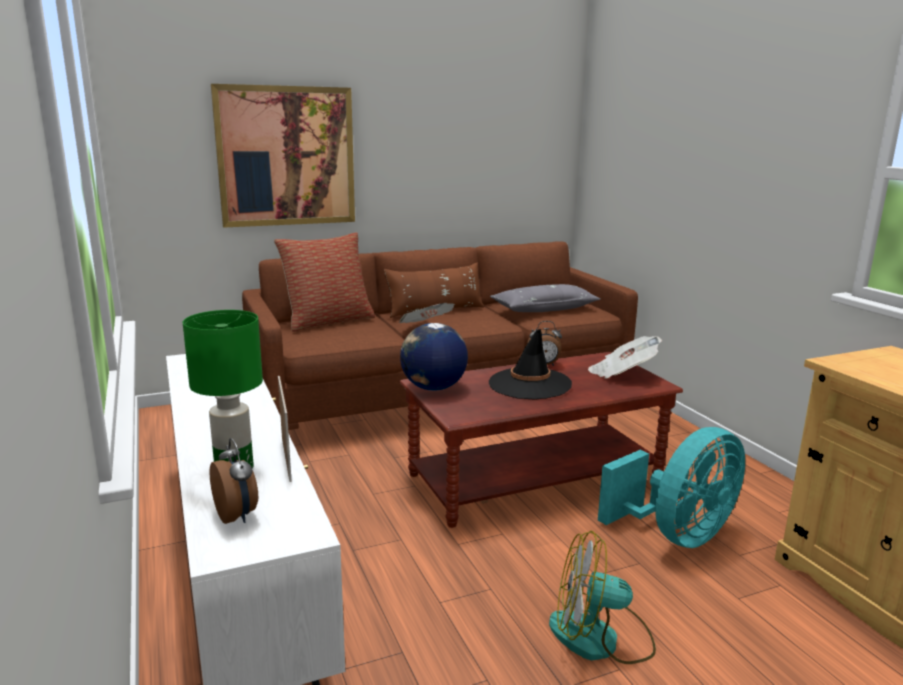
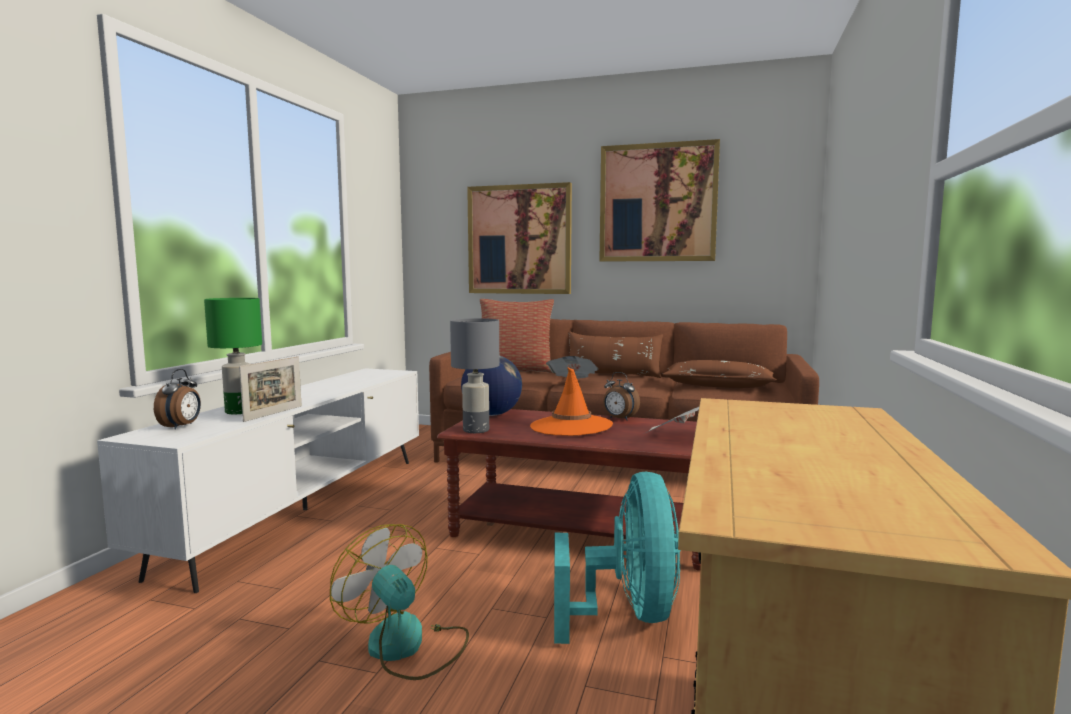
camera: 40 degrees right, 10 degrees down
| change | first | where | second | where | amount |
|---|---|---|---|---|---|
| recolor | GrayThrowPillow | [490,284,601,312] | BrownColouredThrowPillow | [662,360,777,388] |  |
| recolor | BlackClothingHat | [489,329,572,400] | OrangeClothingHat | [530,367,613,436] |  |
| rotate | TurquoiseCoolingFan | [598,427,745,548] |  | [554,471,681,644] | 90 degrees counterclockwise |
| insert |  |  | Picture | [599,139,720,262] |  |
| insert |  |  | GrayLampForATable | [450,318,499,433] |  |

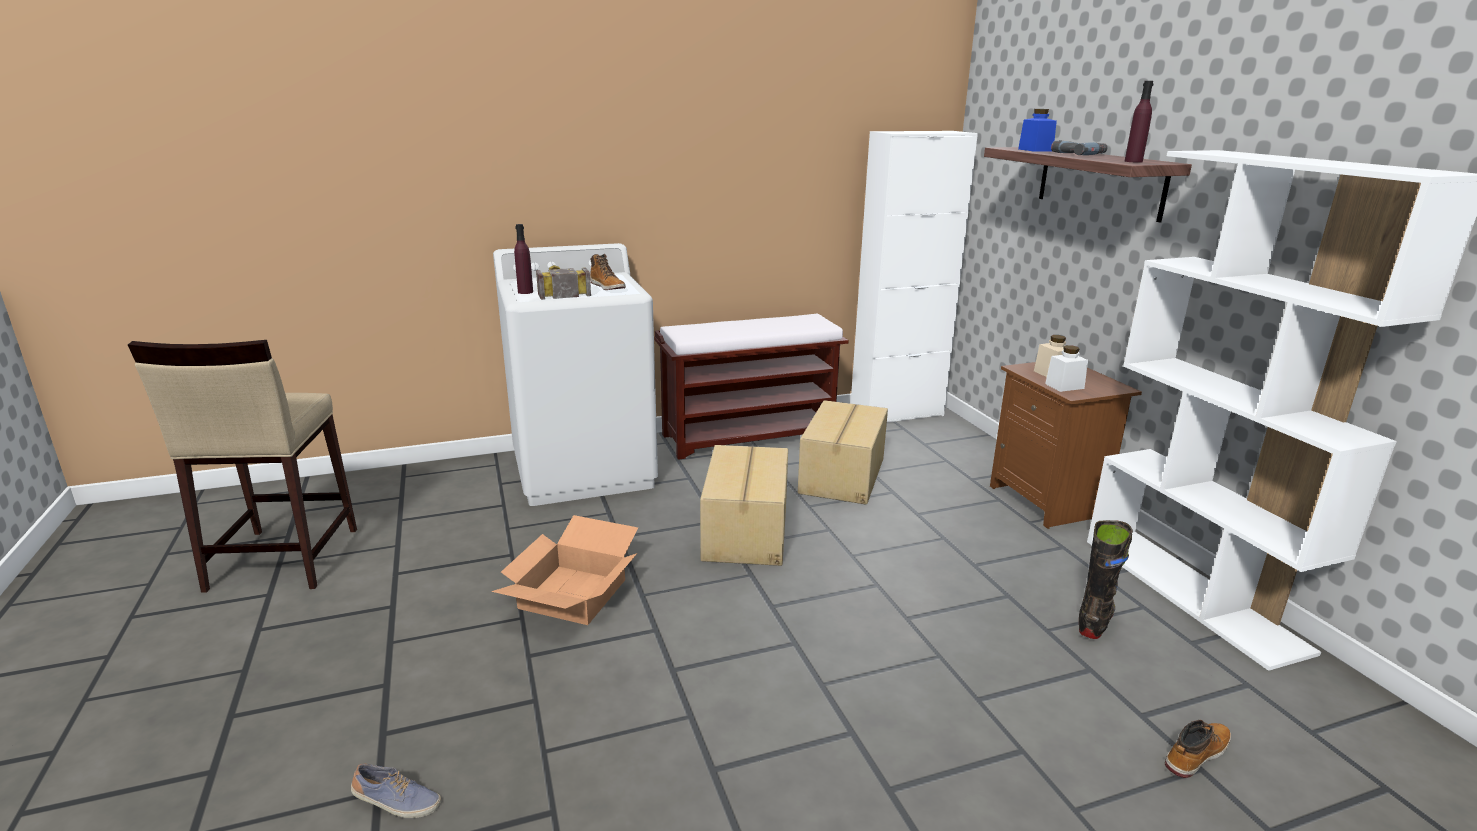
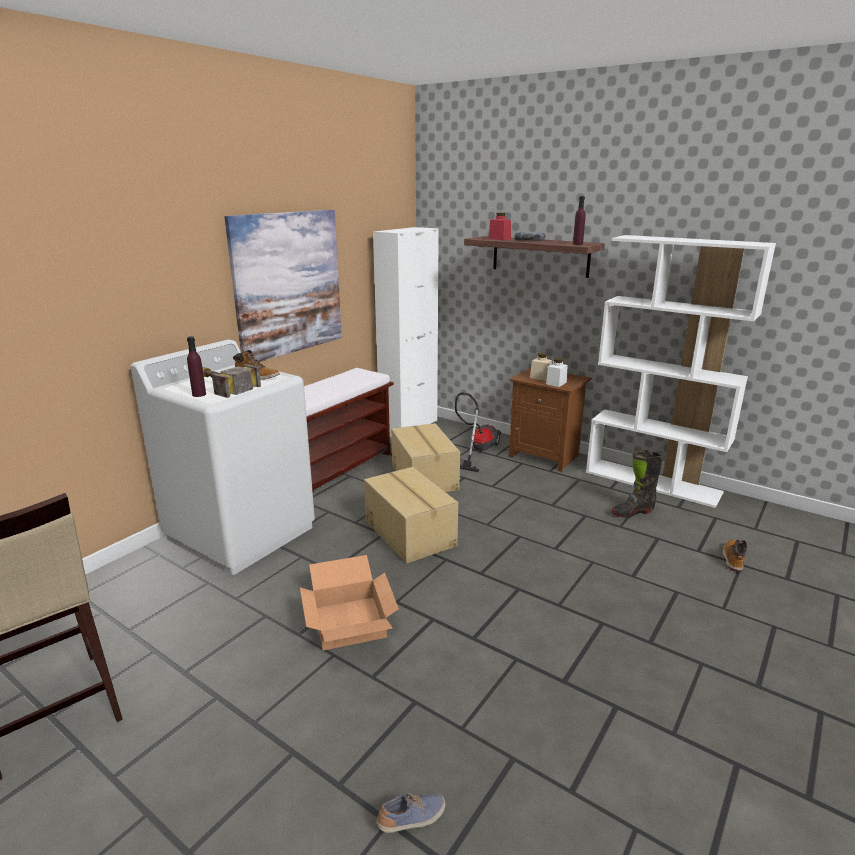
camera: 35 degrees left, 0 degrees up
| change | first | where | second | where | amount |
|---|---|---|---|---|---|
| recolor | BluePreserveJar | [1018,109,1057,152] | RedPreserveJar | [489,213,511,240] |  |
| rotate | BlackTallBoot | [1079,520,1133,639] |  | [612,449,662,517] | 105 degrees counterclockwise |
| insert |  |  | Picture | [224,210,342,362] |  |
| insert |  |  | Hoover | [455,392,501,472] |  |

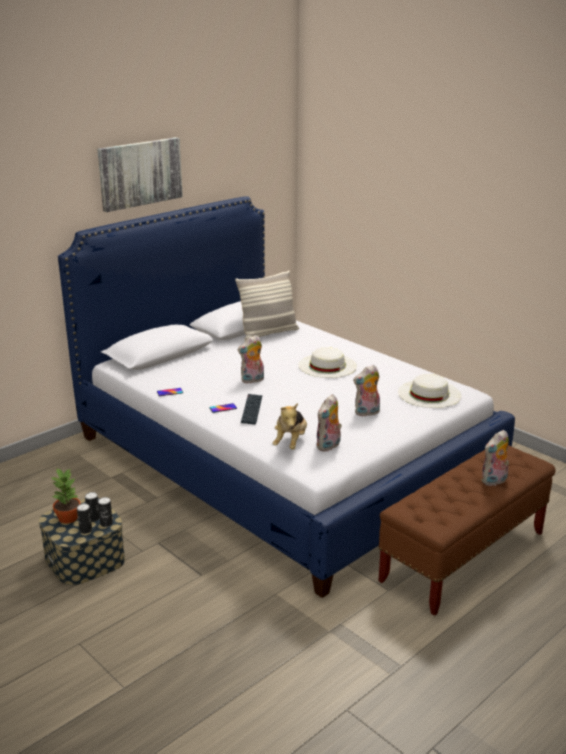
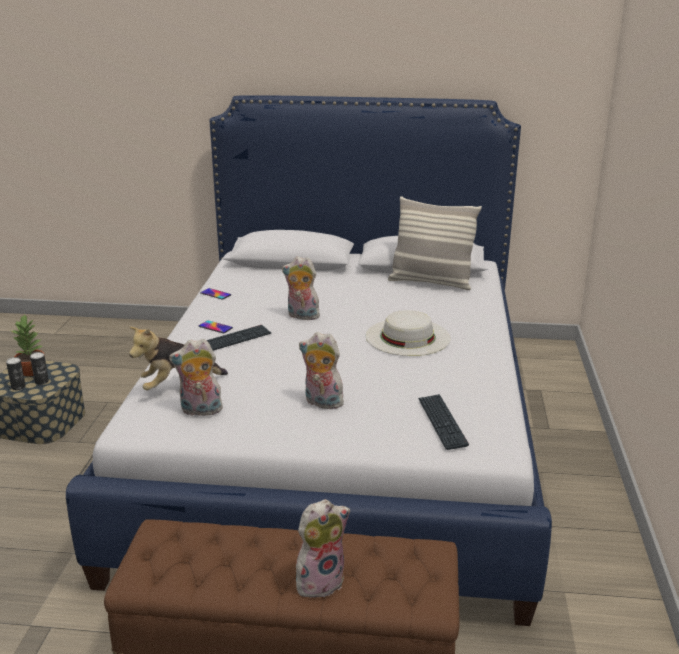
camera: 50 degrees right, 0 degrees up
| change | first | where | second | where | amount |
|---|---|---|---|---|---|
| delete | Picture | [97,137,183,212] |  |  |  |
| replace | WhitishClothingHat | [398,374,461,408] | Keyboard | [418,394,469,450] |  |
| rotate | PlushToy | [482,430,509,486] |  | [296,499,350,601] | 135 degrees clockwise |
| delete | MetalCan | [98,497,113,527] |  |  |  |

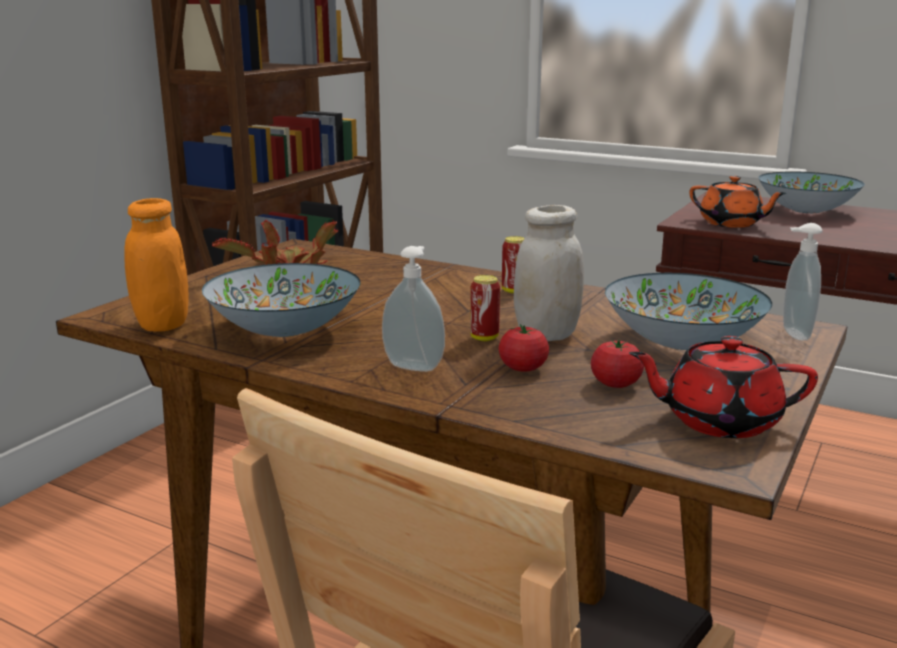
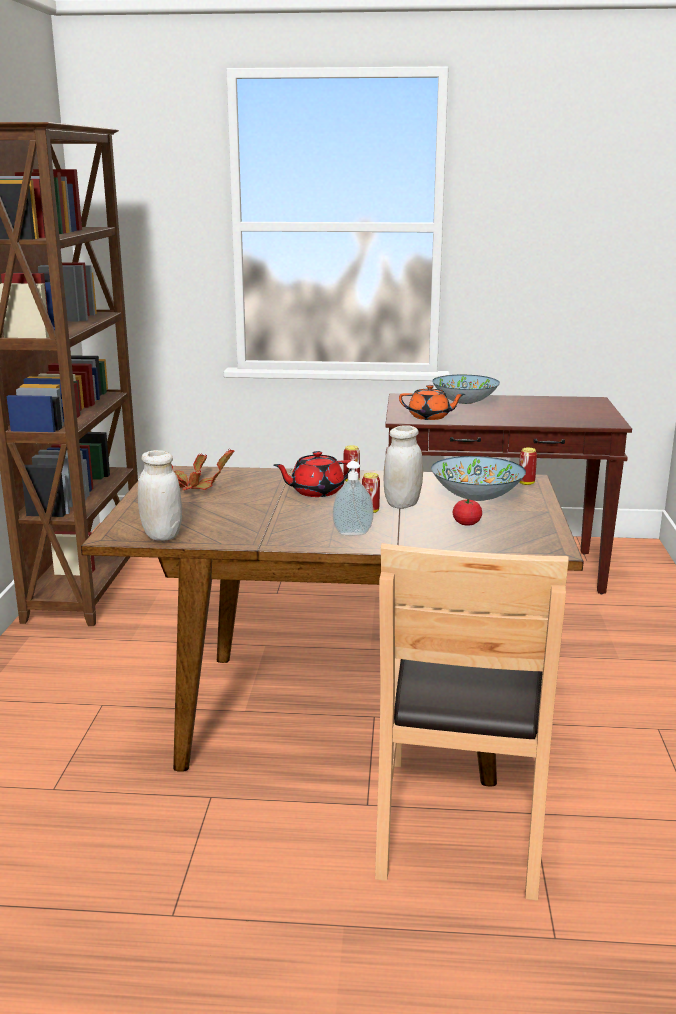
camera: 25 degrees left, 0 degrees up
| change | first | where | second | where | amount |
|---|---|---|---|---|---|
| recolor | OrangePreserveJar | [124,198,188,332] | WhitishPreserveJar | [138,450,182,541] |  |
| replace | SoapDispenser | [783,223,823,340] | MetalCan | [519,448,537,485] |  |
| delete | Bowl | [202,263,361,337] |  |  |  |
| delete | Tomato | [498,324,549,372] |  |  |  |
| move | RedTeapot | [629,336,818,438] |  | [274,451,352,497] |  |

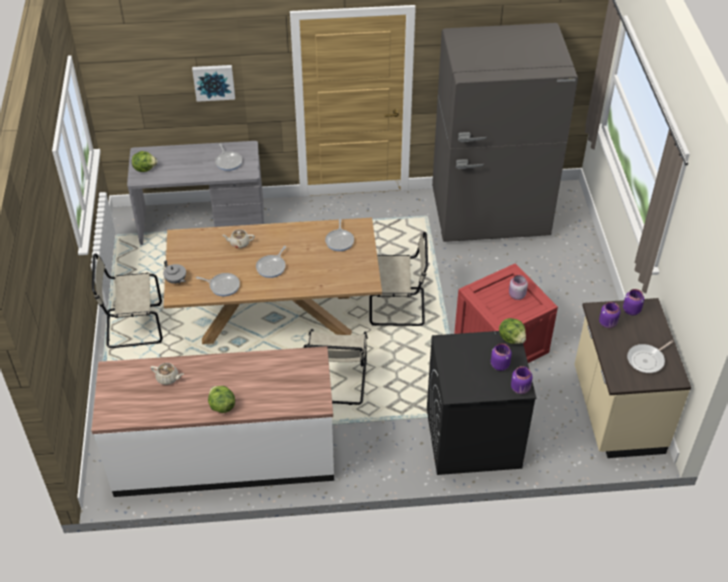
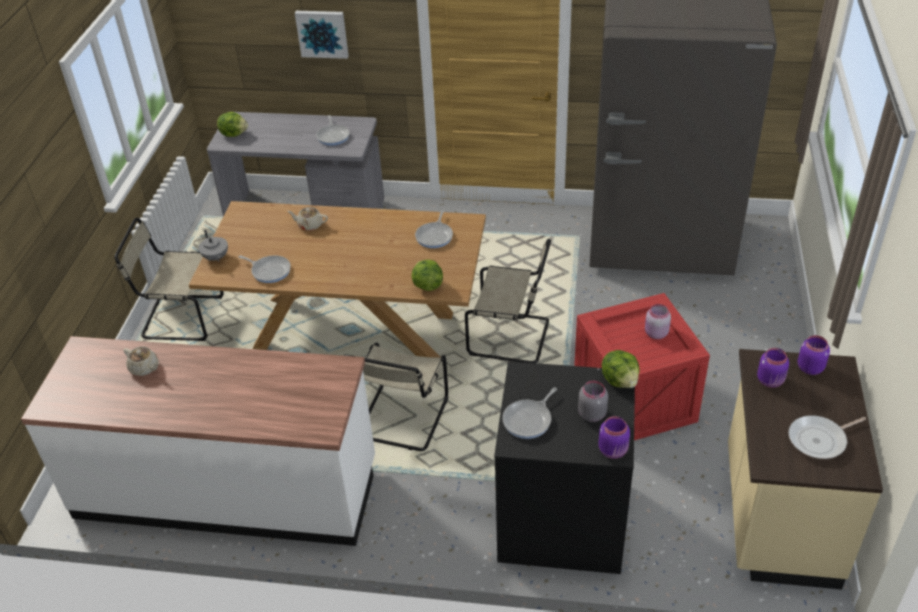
camera: 15 degrees right, 5 degrees down
| change | first | where | second | where | amount |
|---|---|---|---|---|---|
| move | Skillet | [256,246,286,278] |  | [502,387,557,439] |  |
| recolor | PurplePreserveJar | [491,343,512,371] | GrayPreserveJar | [578,381,608,422] |  |
| move | Lettuce | [208,386,235,413] |  | [412,259,443,291] |  |

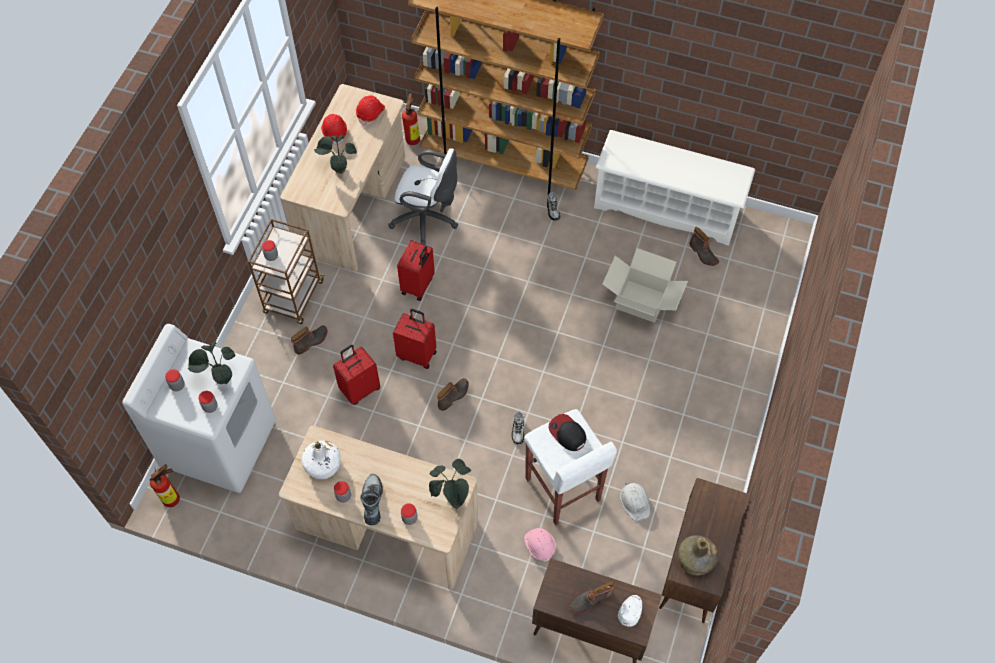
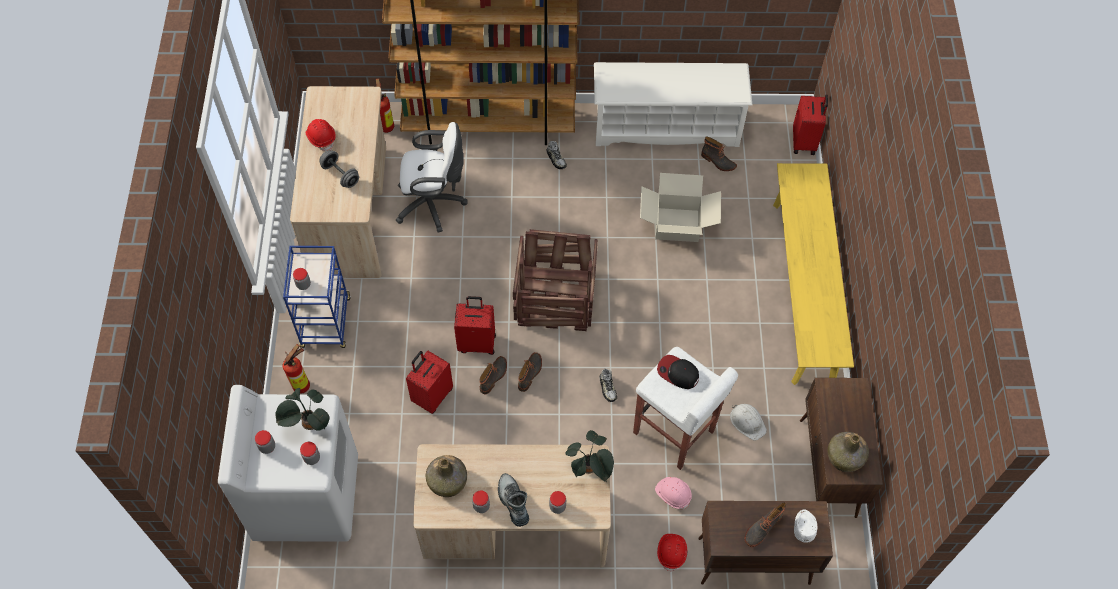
camera: 20 degrees left, 0 degrees up
| change | first | where | second | where | amount |
|---|---|---|---|---|---|
| move | RedHardHat | [356,96,385,126] |  | [657,534,687,572] |  |
| replace | PottedPlant | [314,135,357,174] | GrayDumbbell | [319,150,359,188] |  |
| recolor | BrownColouredCart | [248,219,324,324] | BlueCart | [283,246,351,348] |  |
| move | RedPieceOfLuggage | [397,240,435,301] |  | [793,94,828,155] |  |
| move | TallBoot | [291,325,328,354] |  | [480,356,507,394] |  |
| recolor | WhitishBeverageBottle | [302,441,341,479] | GreenColouredBeverageBottle | [426,455,467,497] |  |
| move | FireExtinguisher | [149,464,180,507] |  | [283,344,310,394] |  |
| insert |  |  | YellowishLongSeat | [773,163,854,385] |  |
| insert |  |  | Crate | [513,229,598,331] |  |

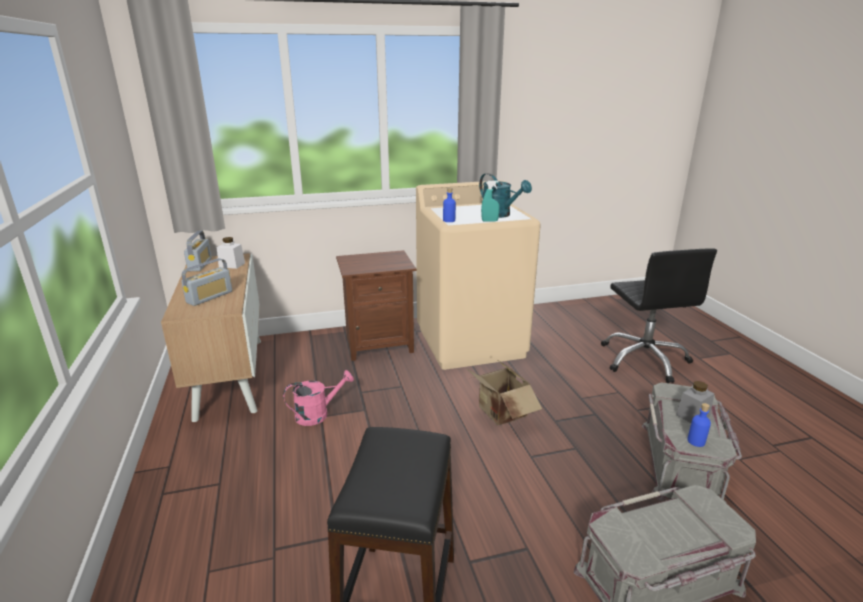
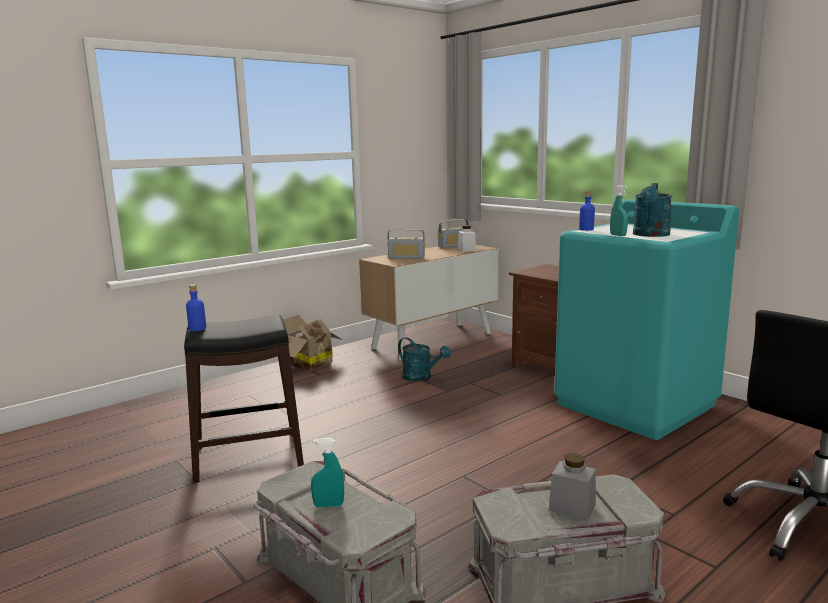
camera: 65 degrees right, 10 degrees down
| change | first | where | second | where | amount |
|---|---|---|---|---|---|
| recolor | SandColouredLaundryAppliance | [416,180,541,370] | TurquoiseLaundryAppliance | [554,199,739,440] |  |
| move | PackingBox | [467,361,542,425] |  | [283,315,343,371] |  |
| recolor | PinkWateringPot | [283,370,354,426] | TurquoiseWateringPot | [398,337,451,382] |  |
| move | BlueBeverageBottle | [687,403,711,447] |  | [186,284,206,331] |  |
| insert |  |  | TurquoiseHandSprayer | [311,438,344,507] |  |

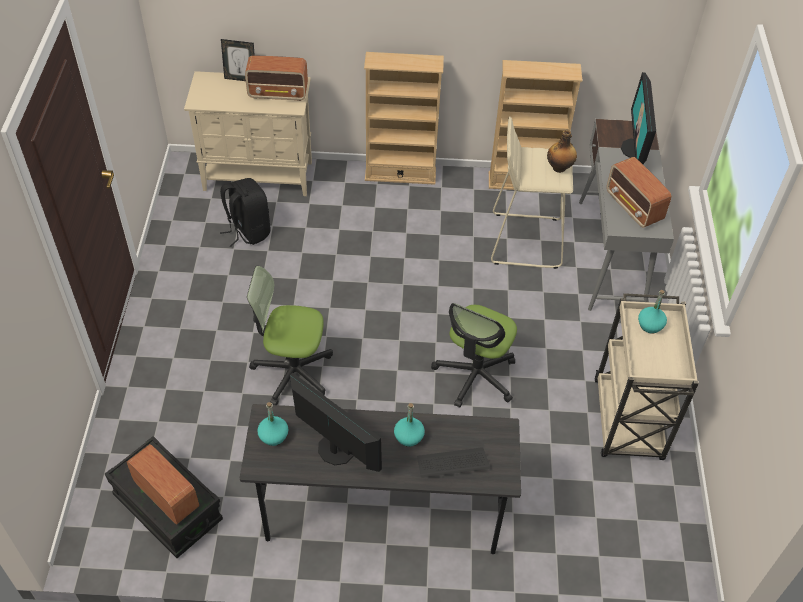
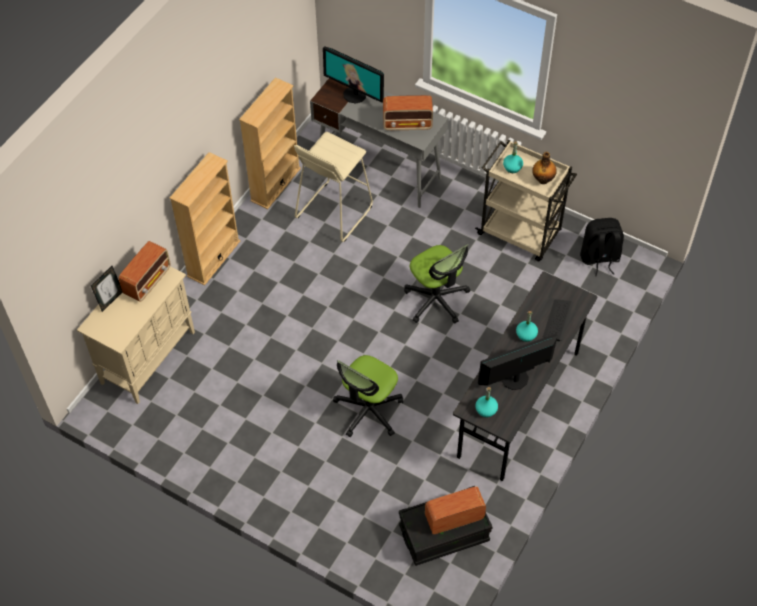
camera: 60 degrees left, 5 degrees up
| change | first | where | second | where | amount |
|---|---|---|---|---|---|
| move | BeverageBottle | [547,130,577,173] |  | [532,152,557,184] |  |
| move | BlackRucksack | [220,178,270,247] |  | [580,218,624,276] |  |

